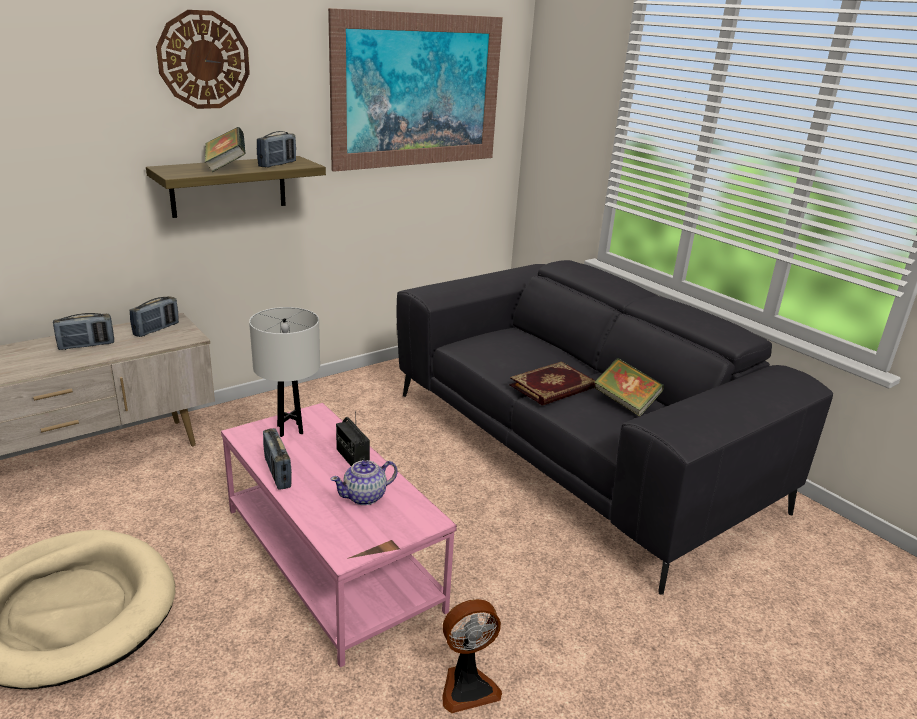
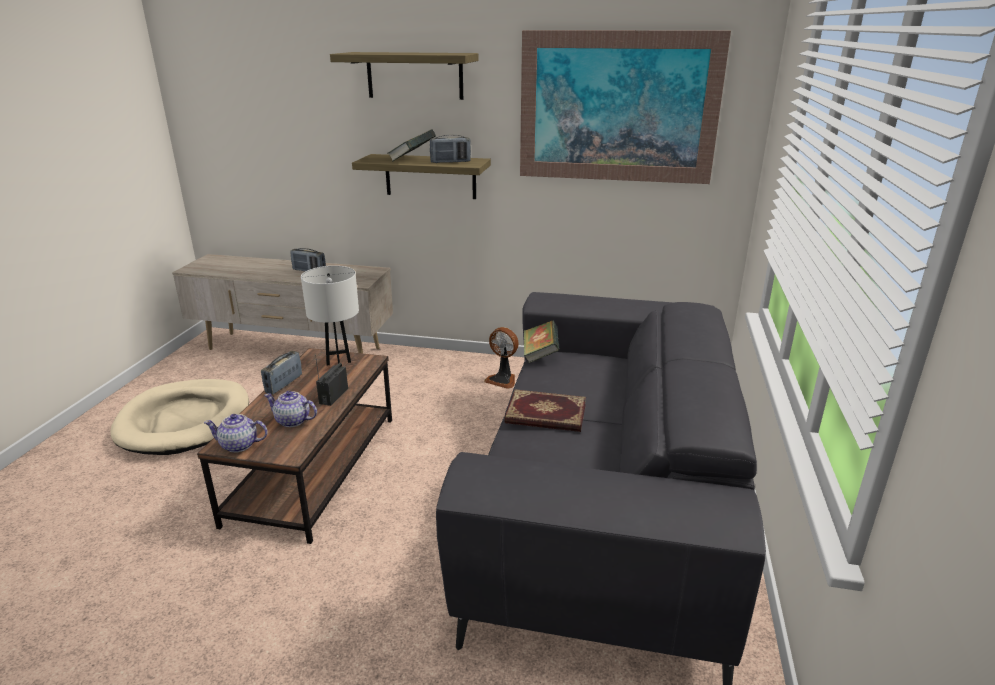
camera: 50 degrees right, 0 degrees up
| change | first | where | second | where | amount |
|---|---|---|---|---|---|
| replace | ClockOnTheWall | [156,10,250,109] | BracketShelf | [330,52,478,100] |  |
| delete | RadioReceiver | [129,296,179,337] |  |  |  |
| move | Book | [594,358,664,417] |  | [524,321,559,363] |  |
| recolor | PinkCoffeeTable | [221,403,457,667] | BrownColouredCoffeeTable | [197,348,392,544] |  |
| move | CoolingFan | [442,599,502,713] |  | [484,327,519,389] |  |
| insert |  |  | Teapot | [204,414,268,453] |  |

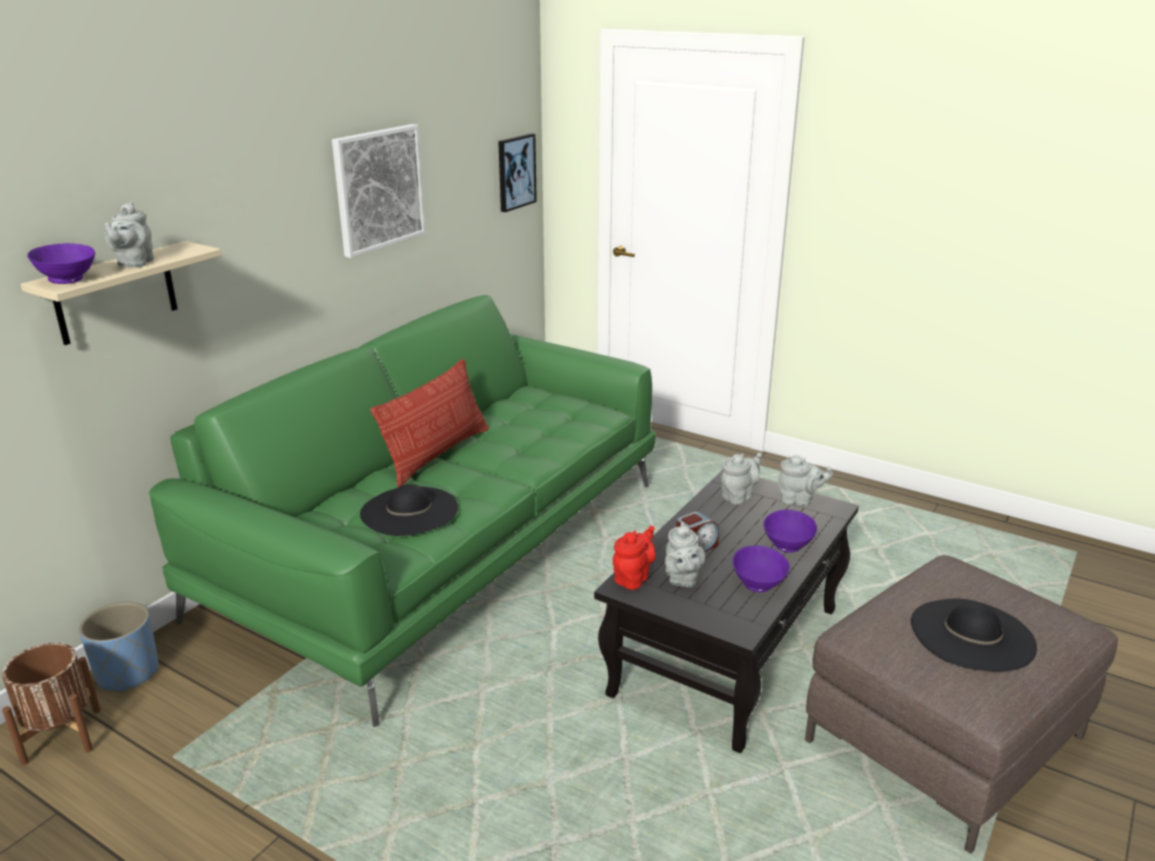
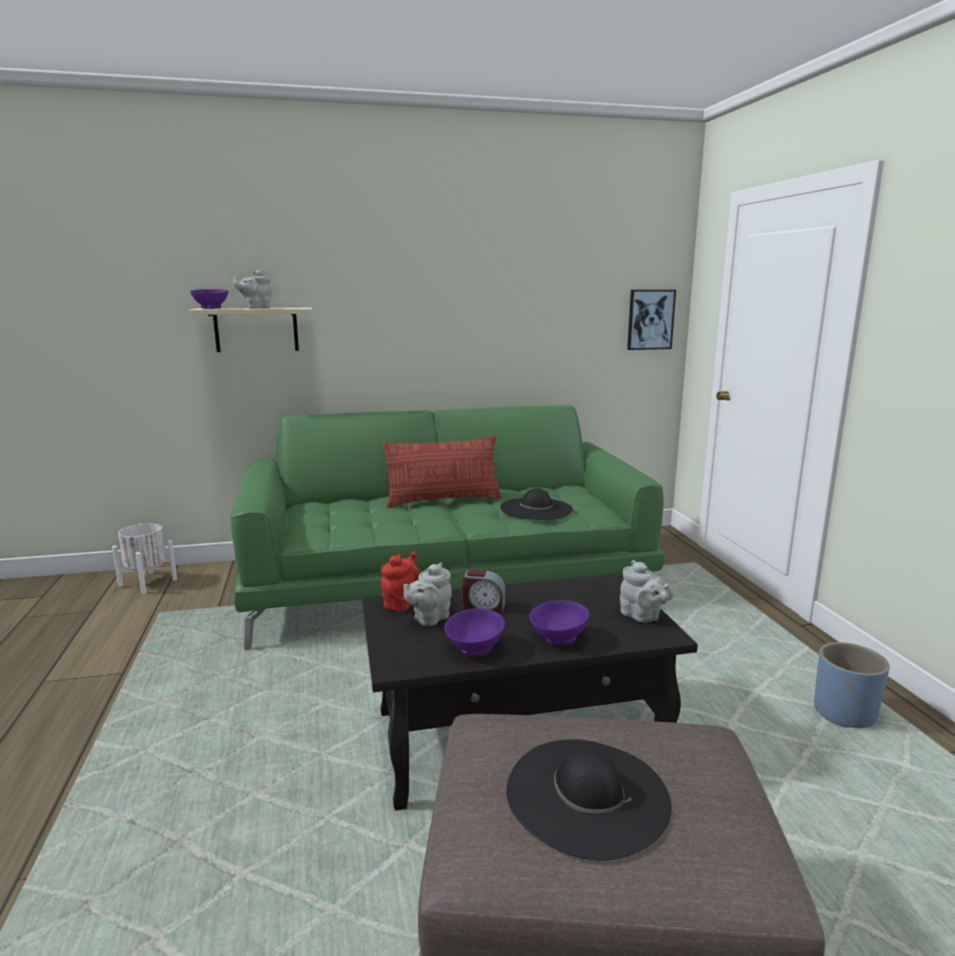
camera: 45 degrees right, 10 degrees down
| change | first | where | second | where | amount |
|---|---|---|---|---|---|
| delete | Picture | [332,124,426,258] |  |  |  |
| delete | GrayTeapot | [721,453,762,505] |  |  |  |
| move | BlackClothingHat | [360,484,458,536] |  | [500,488,573,520] |  |
| rotate | RedTeapot | [613,526,656,590] |  | [381,552,420,611] | 60 degrees counterclockwise |
| move | BluePlanter | [79,602,159,693] |  | [814,642,890,728] |  |
| recolor | BrownColouredPlanter | [2,643,101,765] | WhitishPlanter | [112,523,177,594] |  |

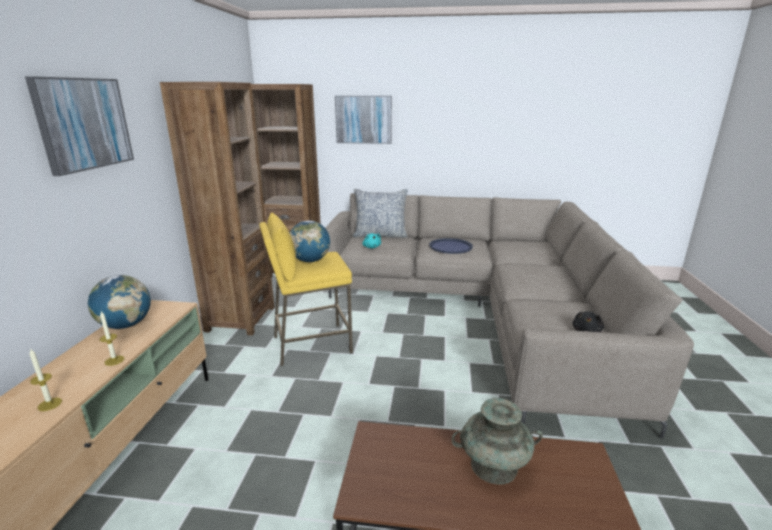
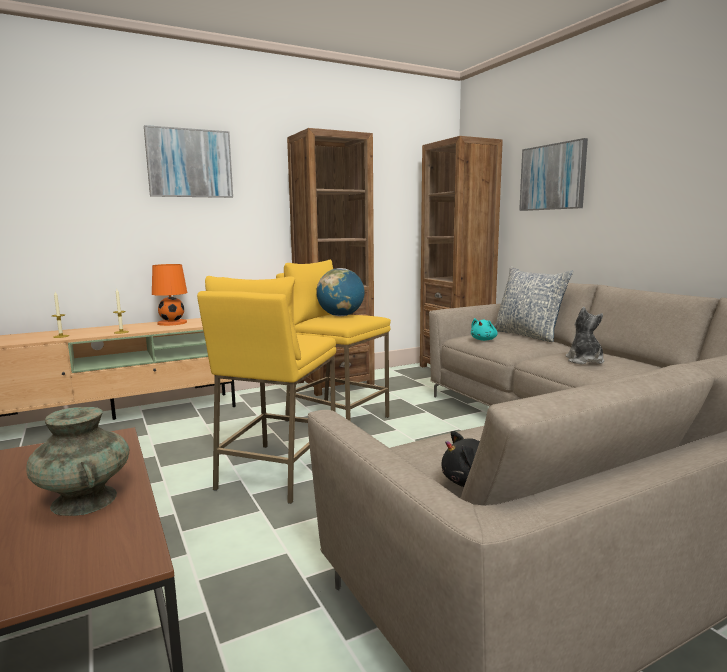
camera: 55 degrees right, 10 degrees down
| change | first | where | second | where | amount |
|---|---|---|---|---|---|
| replace | BlueTray | [429,238,473,254] | PlushToy | [565,307,604,364] |  |
| replace | WorldGlobe | [88,275,151,329] | OrangeLampForATable | [152,264,187,326] |  |
| insert |  |  | YellowishSittingStool | [197,276,336,504] |  |

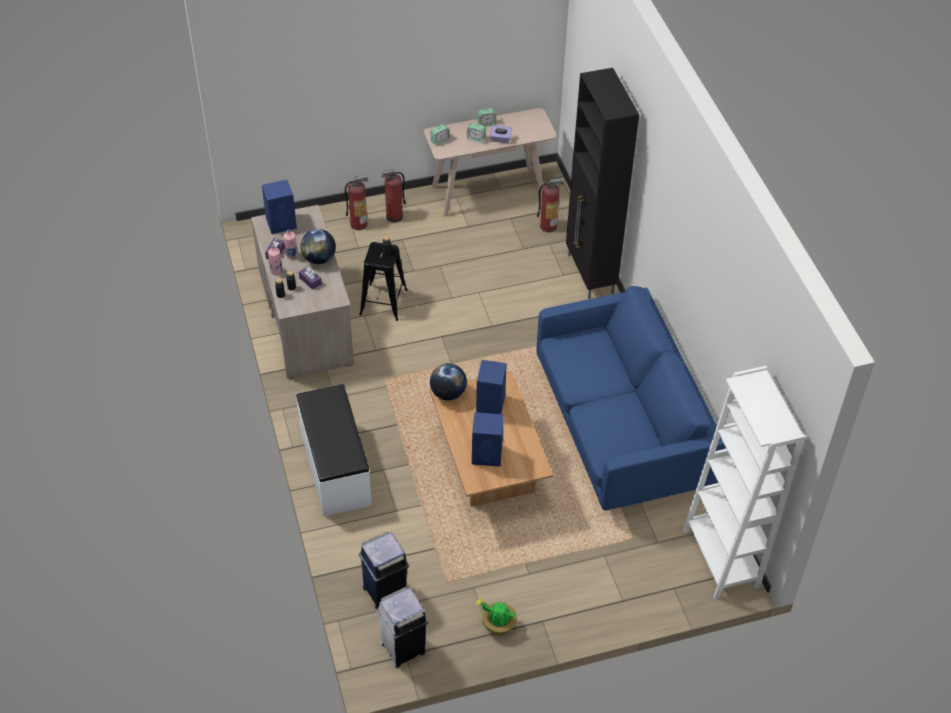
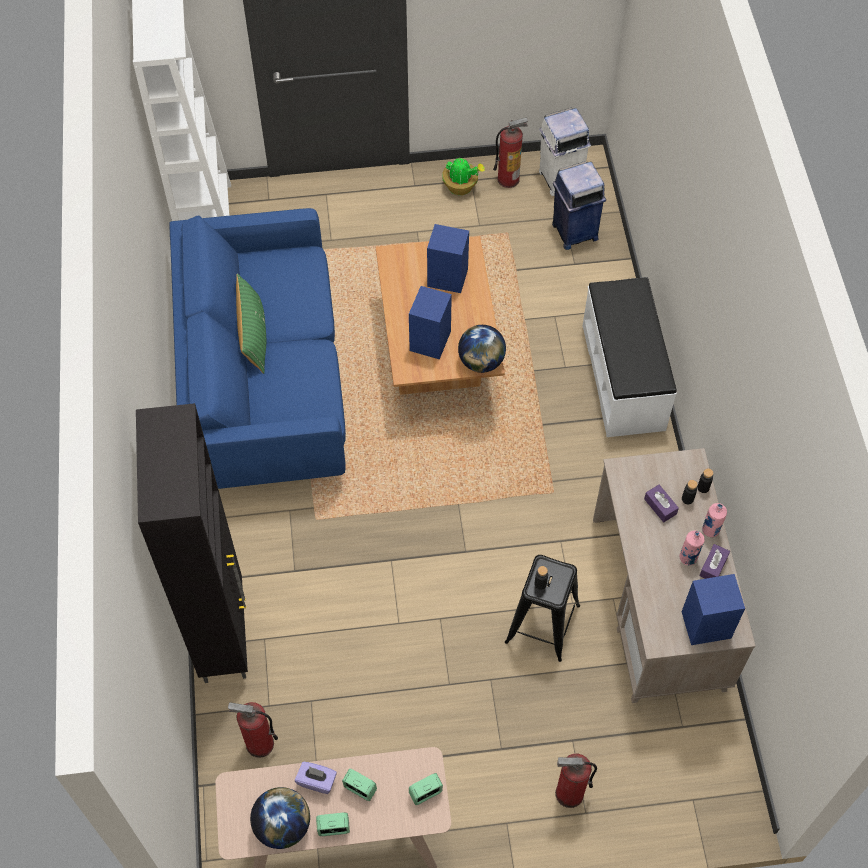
camera: 170 degrees left, 10 degrees up
| change | first | where | second | where | amount |
|---|---|---|---|---|---|
| move | FireExtinguisher | [381,169,406,223] |  | [493,117,528,188] |  |
| move | WorldGlobe | [300,229,336,264] |  | [250,787,310,849] |  |
| insert |  |  | GreenColouredThrowPillow | [236,273,266,374] |  |

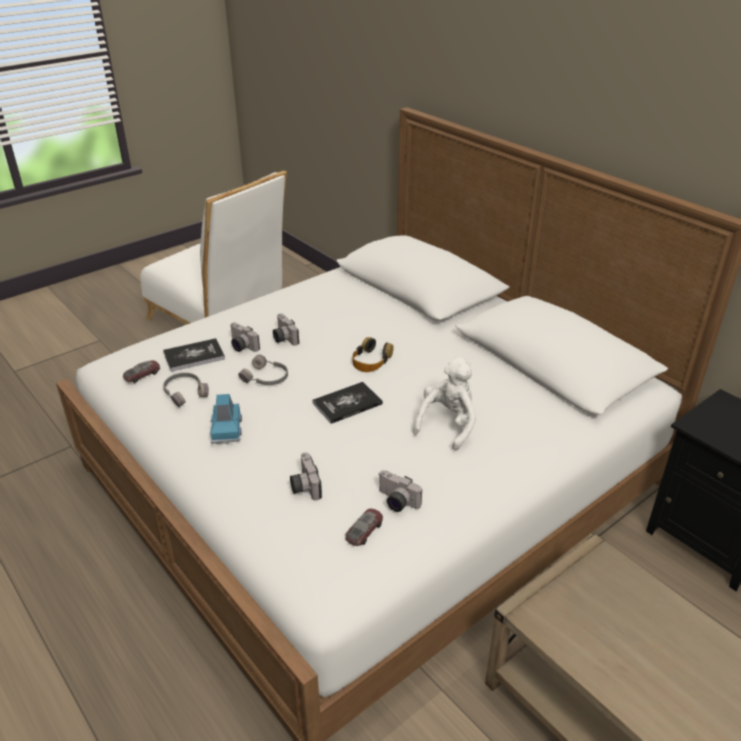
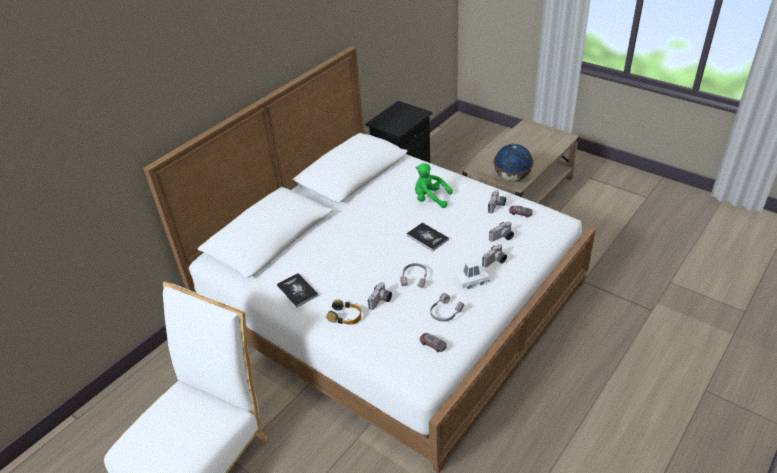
camera: 100 degrees left, 5 degrees up
| change | first | where | second | where | amount |
|---|---|---|---|---|---|
| move | StillCamera | [273,314,299,346] |  | [482,244,507,268] |  |
| move | Headset | [352,337,394,372] |  | [326,299,361,325] |  |
| move | Book | [163,338,225,372] |  | [277,273,319,307] |  |
| recolor | WhitishPlushToy | [413,357,476,451] | GreenColouredPlushToy | [415,163,453,208] |  |
| recolor | BlueModelCar | [210,394,242,444] | WhitishModelCar | [456,260,490,289] |  |
| insert |  |  | WorldGlobe | [493,144,534,182] |  |

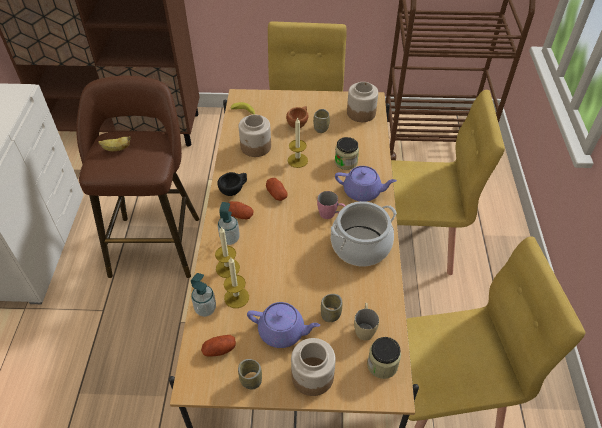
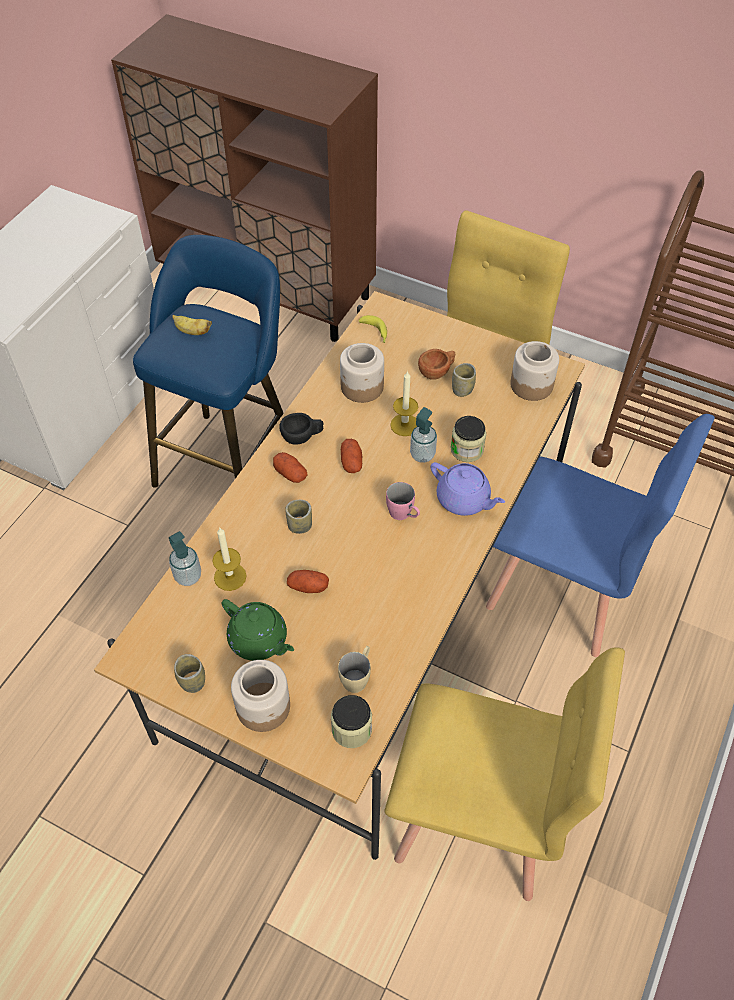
camera: 25 degrees right, 5 degrees up
| change | first | where | second | where | amount |
|---|---|---|---|---|---|
| recolor | BrownColouredSittingStool | [76,76,199,278] | BlueSittingStool | [133,235,284,488] |  |
| recolor | YellowishUprightChair | [391,90,505,275] | BlueUprightChair | [486,414,715,657] |  |
| delete | CookingPot | [331,201,397,267] |  |  |  |
| move | SoapDispenser | [218,202,240,245] |  | [410,407,437,463] |  |
| delete | WaxLight | [215,226,240,278] |  |  |  |
| move | Cup | [321,294,342,322] |  | [285,500,312,534] |  |
| recolor | PurpleTeapot | [247,302,320,348] | GreenColouredTeapot | [222,599,294,661] |  |
| move | WholePotato | [201,335,236,357] |  | [287,570,329,593] |  |

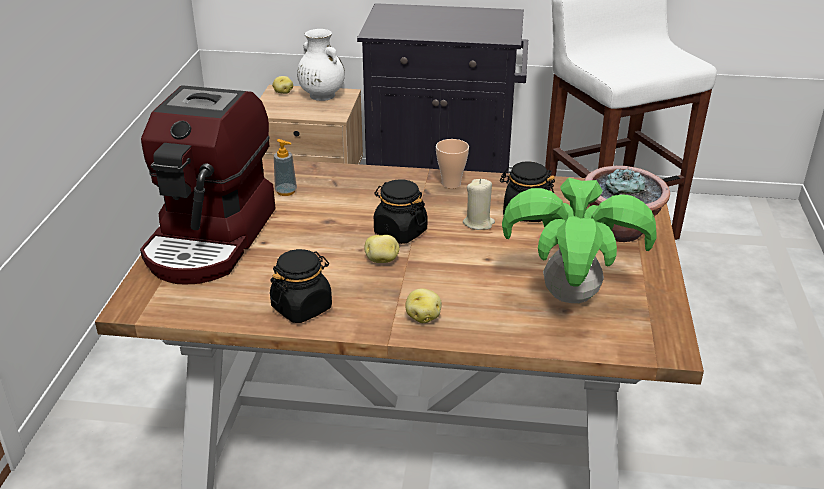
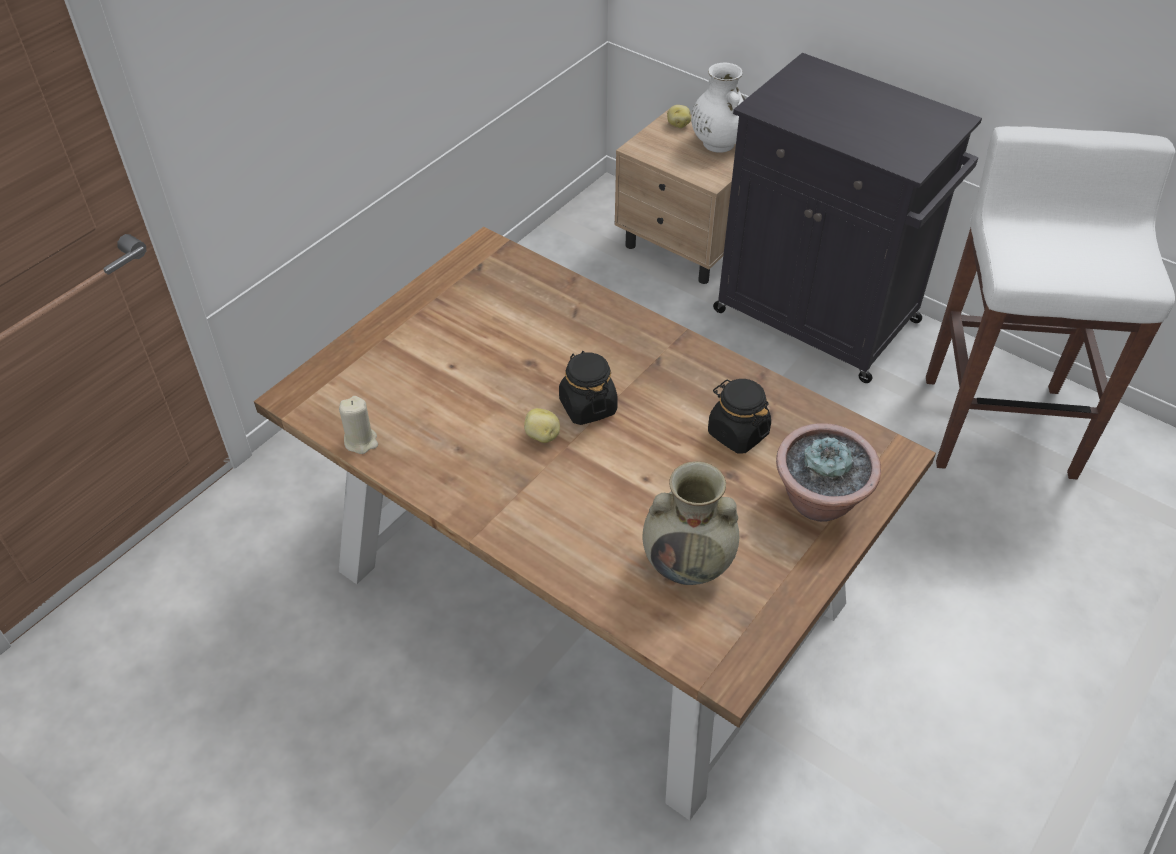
camera: 30 degrees right, 15 degrees up
| change | first | where | second | where | amount |
|---|---|---|---|---|---|
| delete | CoffeeMachine | [140,85,276,284] |  |  |  |
| delete | SoapDispenser | [274,139,297,196] |  |  |  |
| delete | Cup | [436,139,469,189] |  |  |  |
| replace | PottedPlant | [502,178,657,303] | SandColouredDecorativeVase | [642,461,739,585] |  |
| move | SandColouredWaxLight | [463,179,495,230] |  | [339,396,378,454] |  |
| delete | BlackPreserveJar | [270,249,332,323] |  |  |  |
| delete | WholePotato | [406,288,442,323] |  |  |  |

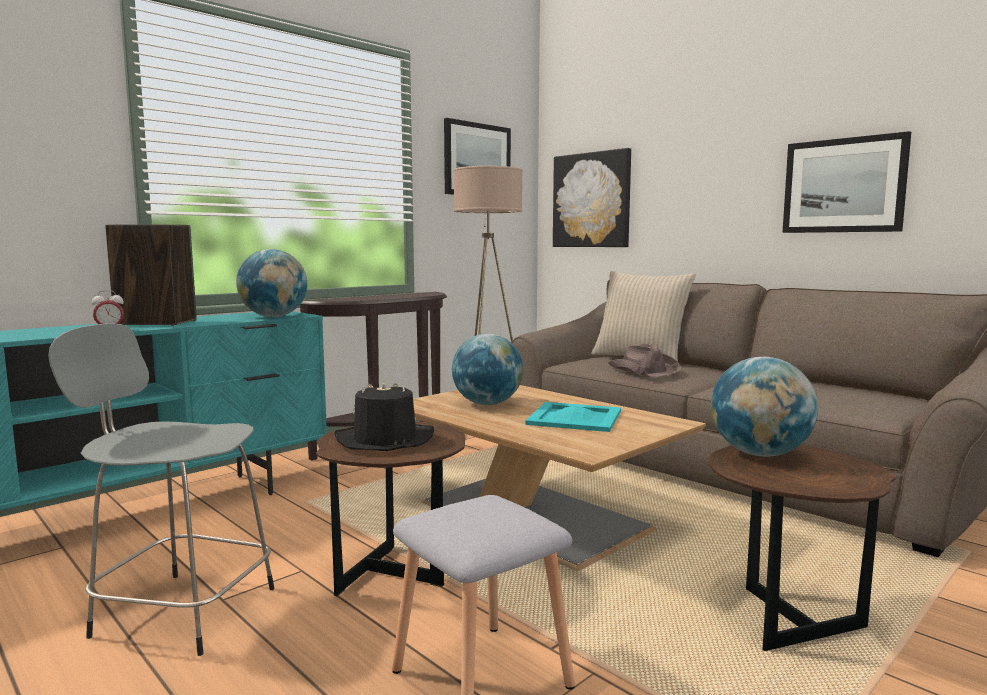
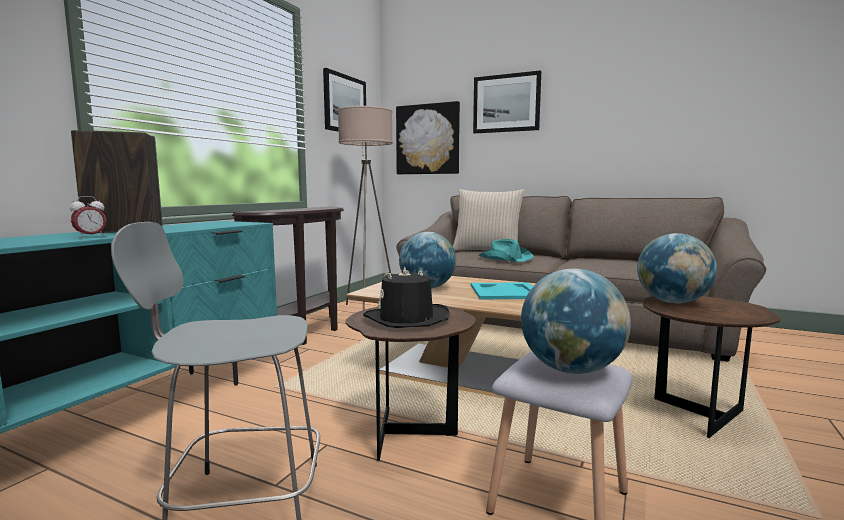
camera: 20 degrees left, 0 degrees up
| change | first | where | second | where | amount |
|---|---|---|---|---|---|
| move | Picture | [782,131,911,233] |  | [473,70,541,133] |  |
| move | WorldGlobe | [236,249,307,317] |  | [521,269,631,374] |  |
| recolor | BrownColouredClothingHat | [608,344,682,377] | TurquoiseClothingHat | [478,239,534,262] |  |

